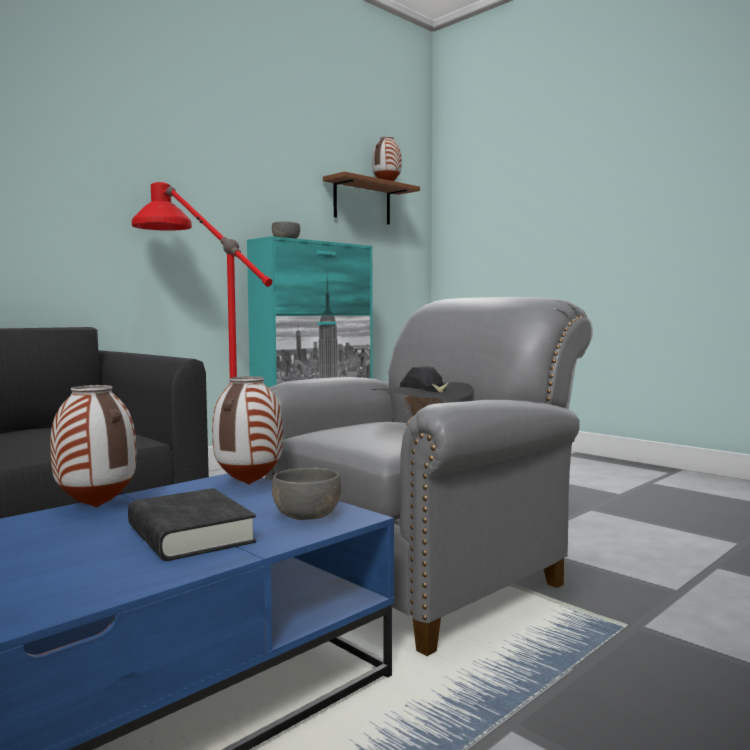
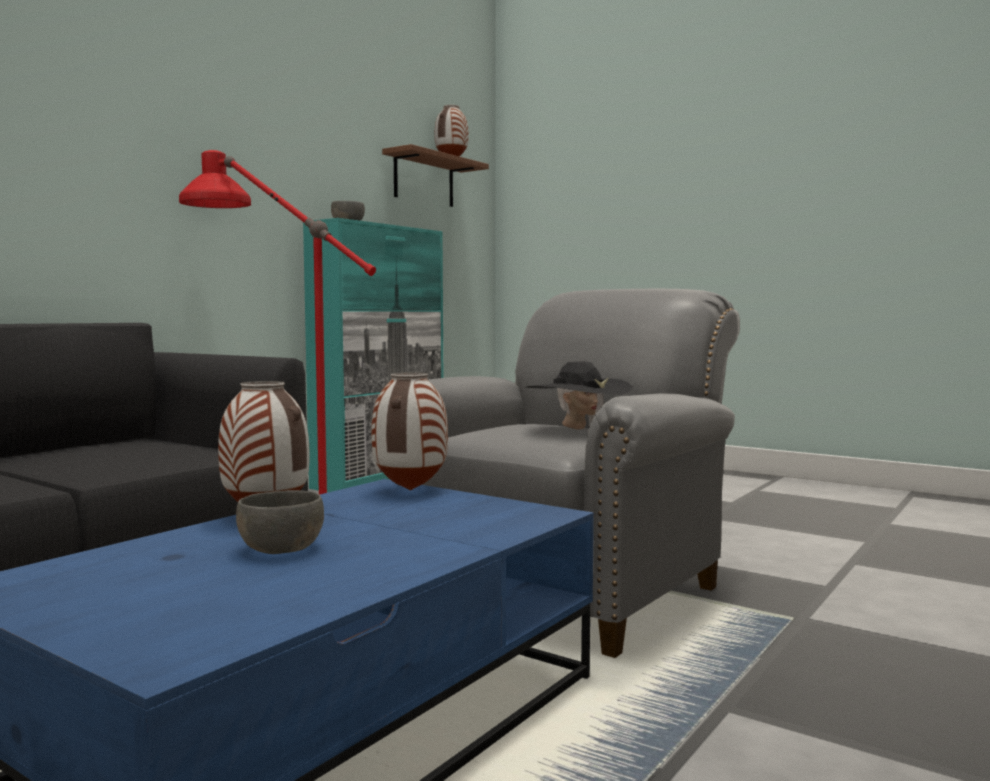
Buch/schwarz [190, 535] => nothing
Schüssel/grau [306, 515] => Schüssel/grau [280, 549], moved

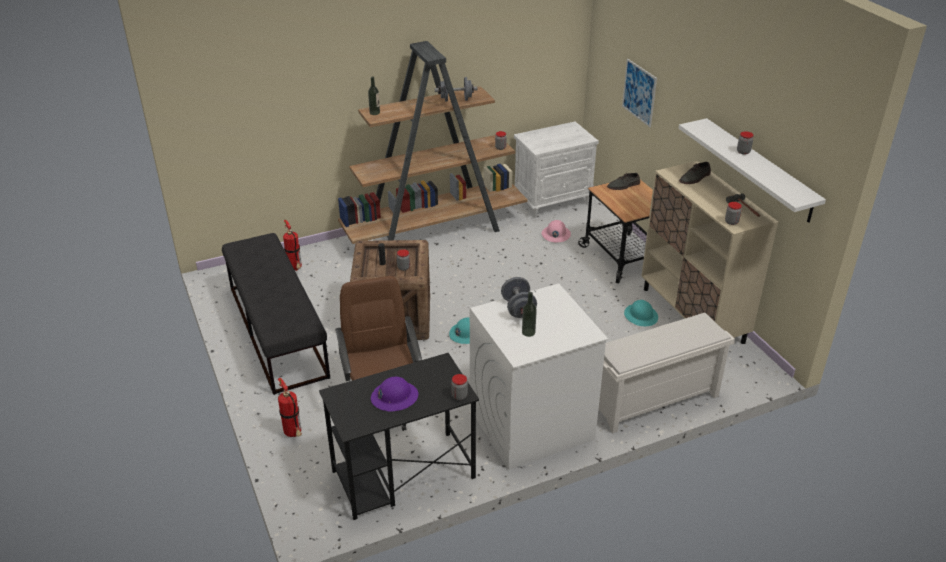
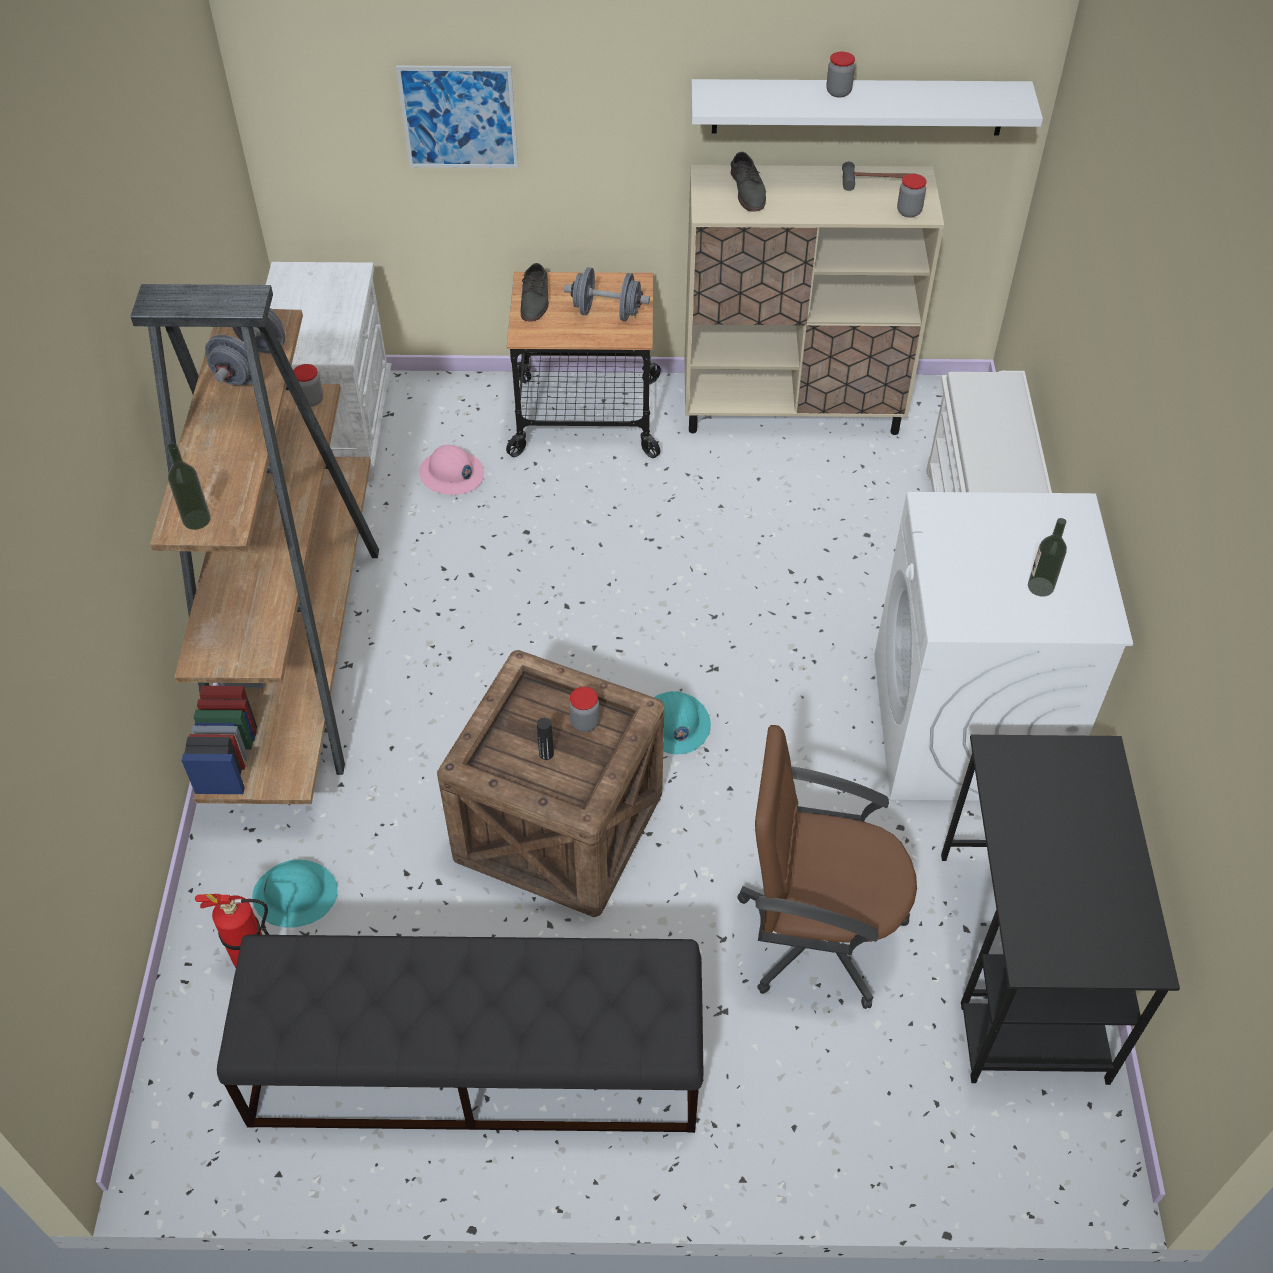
Feuerlöscher [294, 434] => nothing
Schutzhelm/lila [394, 397] => nothing
Vorratsglas [459, 396] => nothing
Hantel/grau [518, 309] => Hantel/grau [607, 312], moved
Schutzhelm/türkis [641, 316] => Schutzhelm/türkis [295, 894], moved

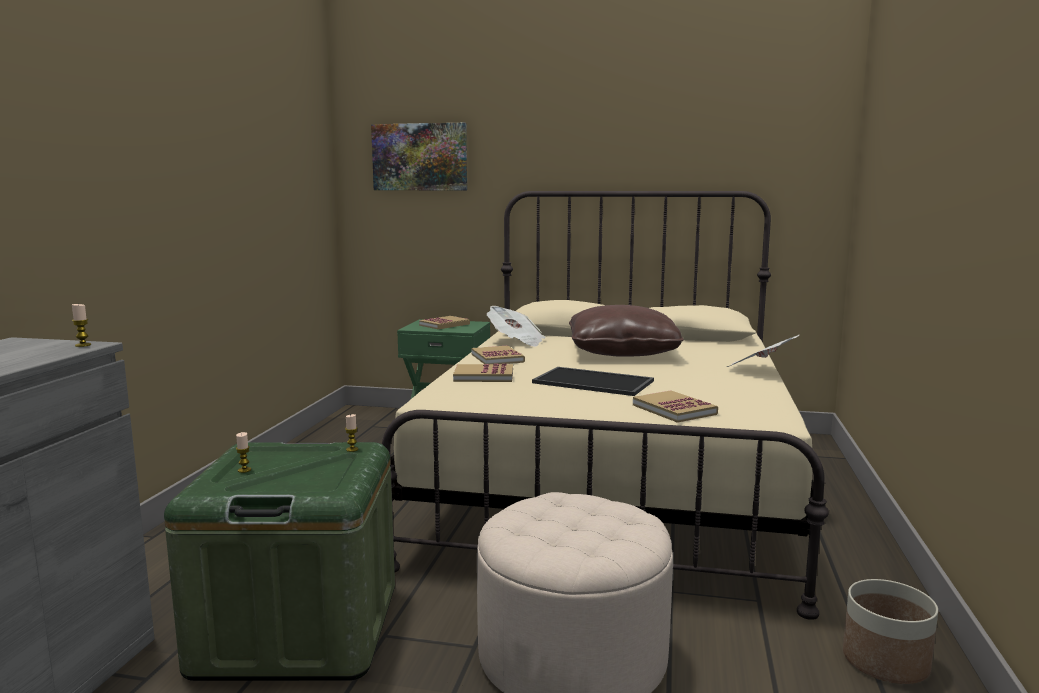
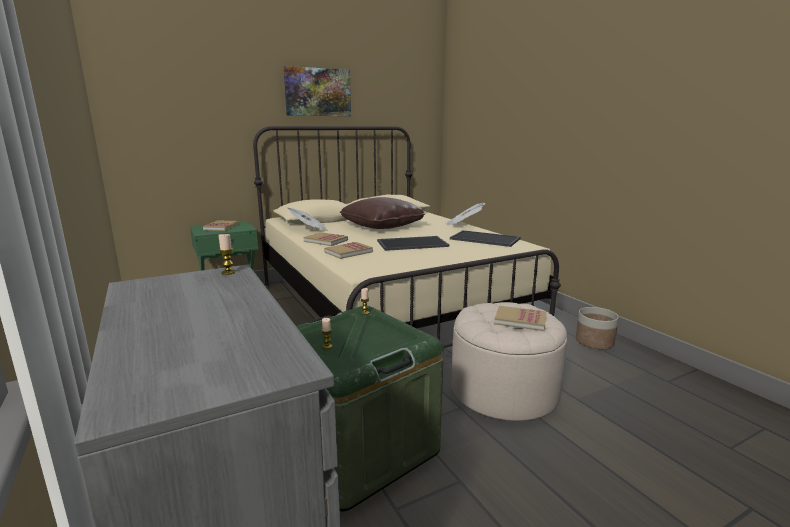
Bild [420, 157] => Bild [318, 92], moved
Buch [674, 409] => Buch [520, 320], moved
nothing => Tablett [484, 239]

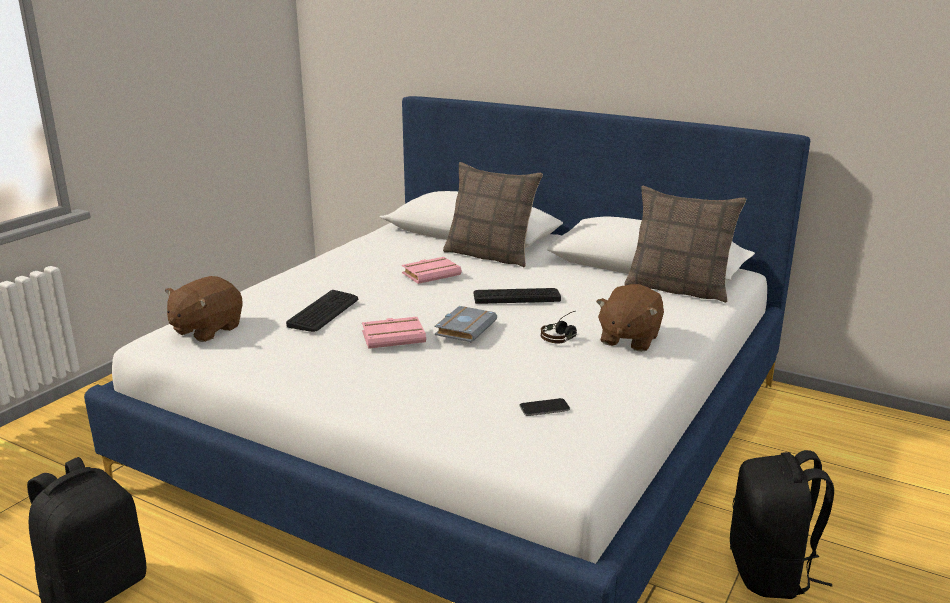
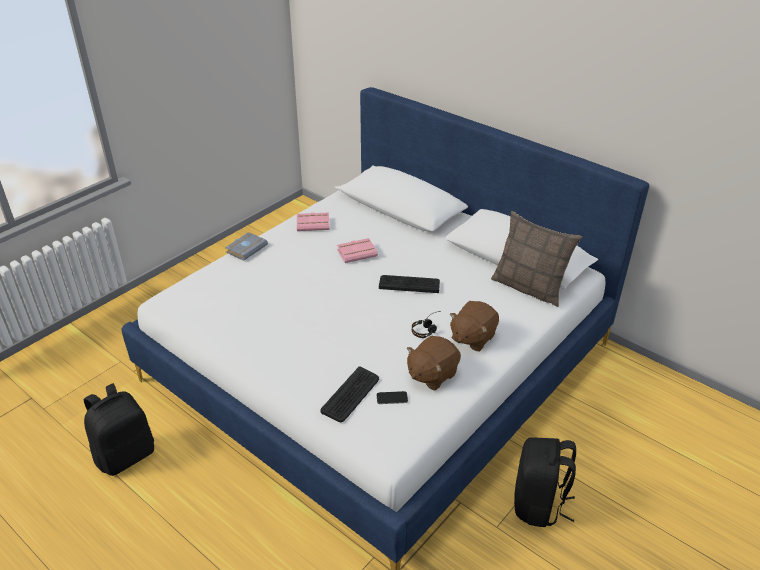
Plüschtier/braun [206, 330] => Plüschtier/braun [431, 374], moved
Tastatur [324, 312] => Tastatur [351, 395], moved
Buch/rosa [394, 337] => Buch/rosa [314, 224], moved
Buch/grau [464, 328] => Buch/grau [246, 248], moved
Kissen [490, 255] => nothing

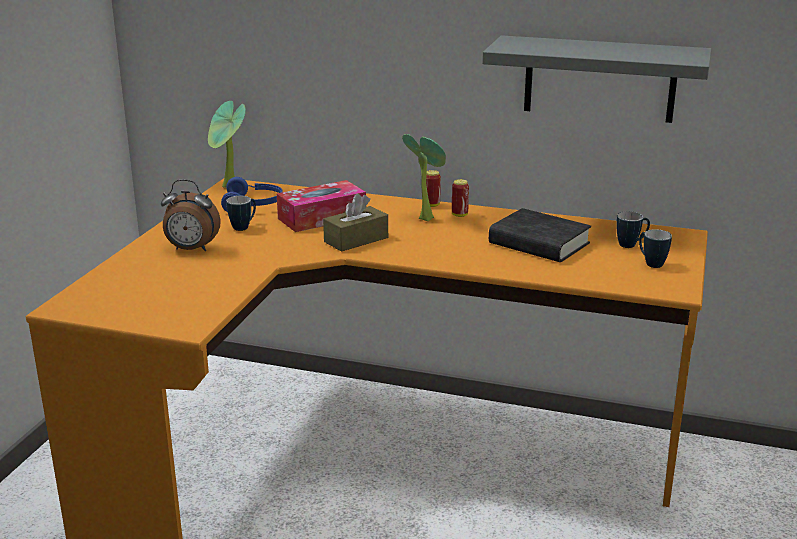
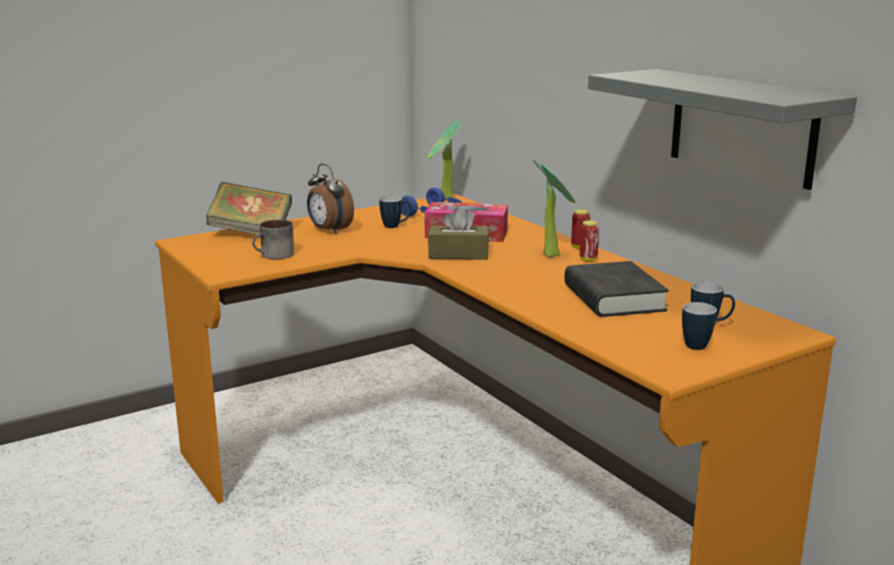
nothing => Buch [251, 233]
nothing => Henkelbecher [274, 255]

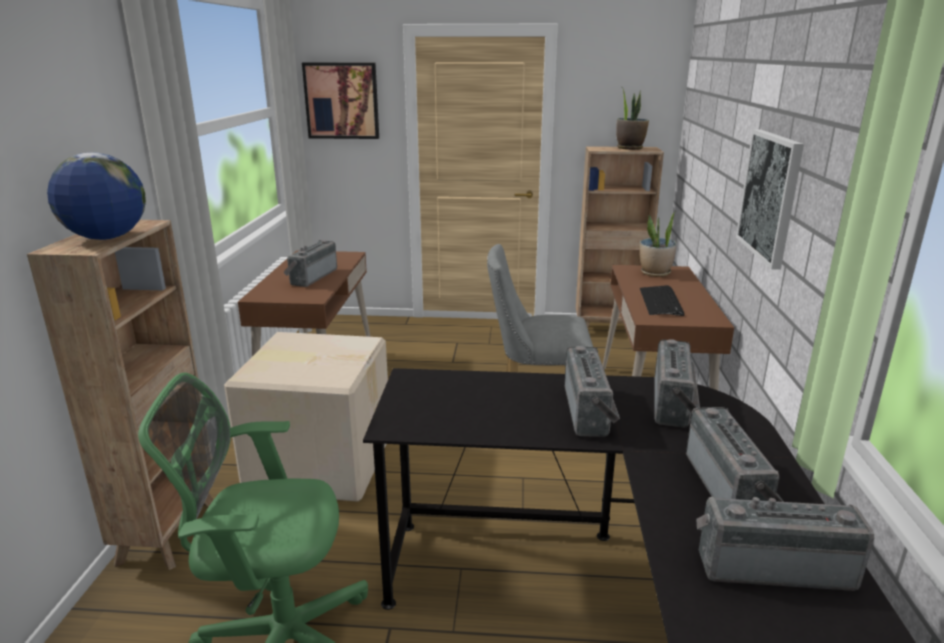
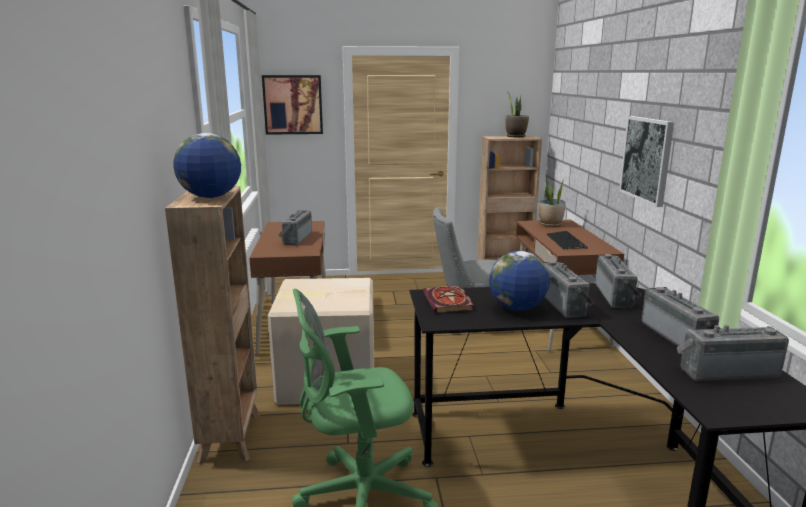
nothing => Buch [449, 302]
nothing => Globus [517, 308]

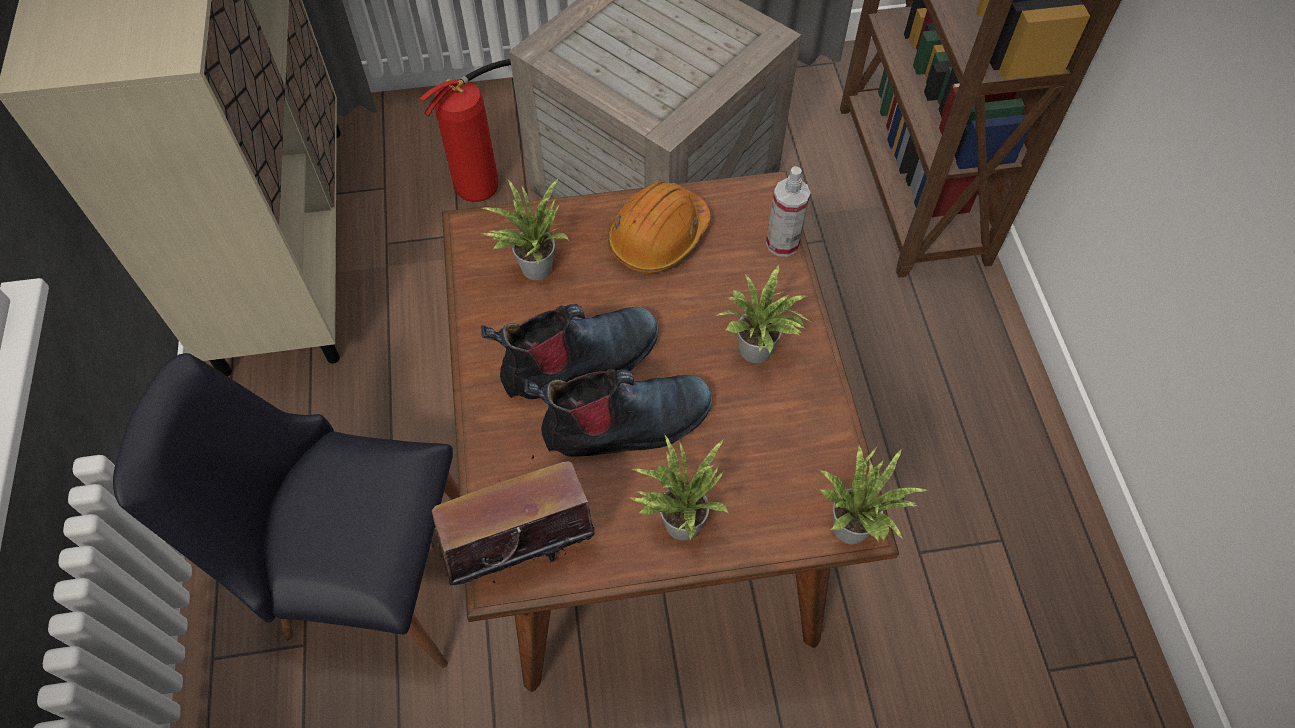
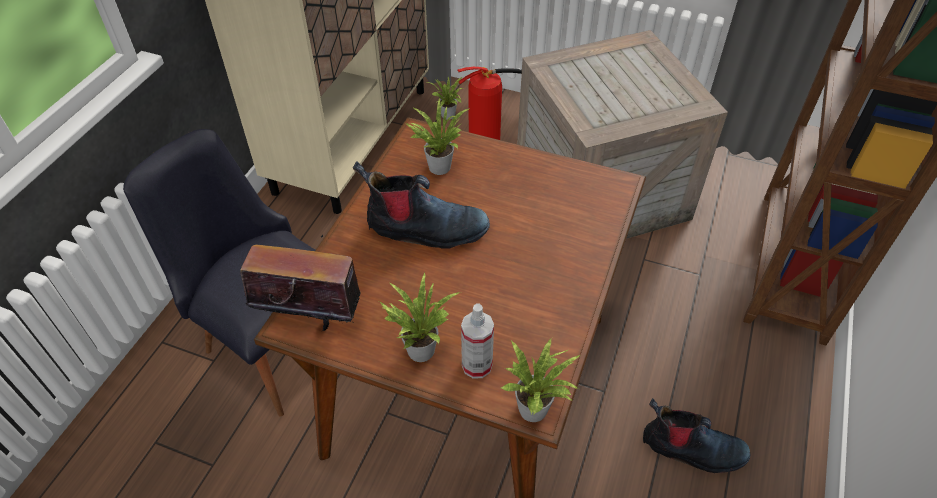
Stiefel [625, 425] => Stiefel [691, 449], moved
Schutzhelm/orange [658, 238] => nothing
Topfpflanze [758, 353] => Topfpflanze [448, 116], moved
Sprühflasche [782, 243] => Sprühflasche [477, 365], moved

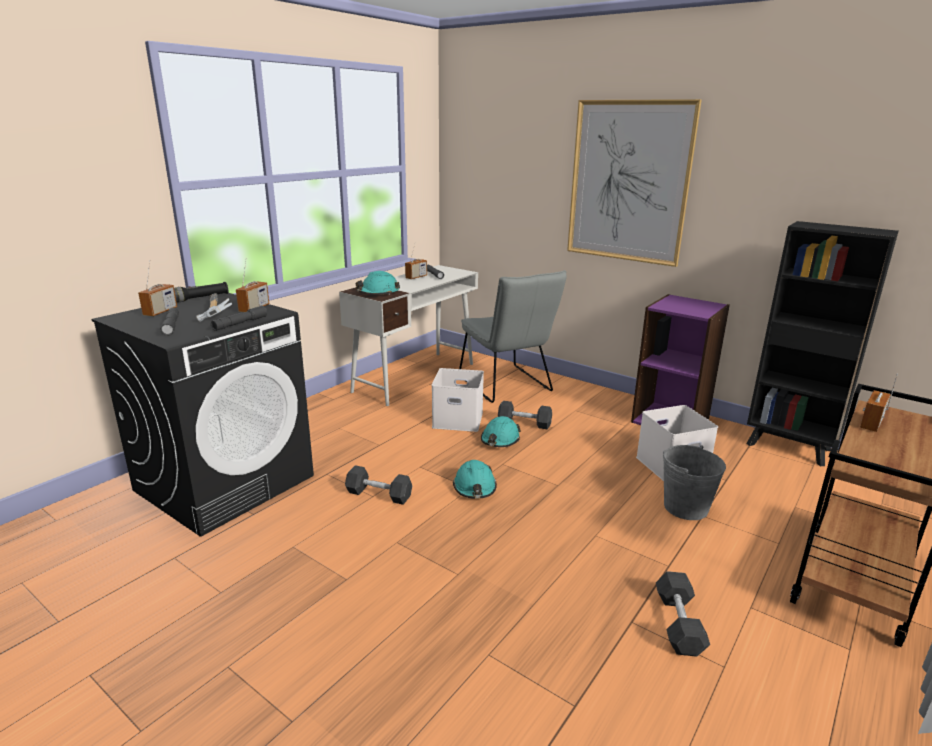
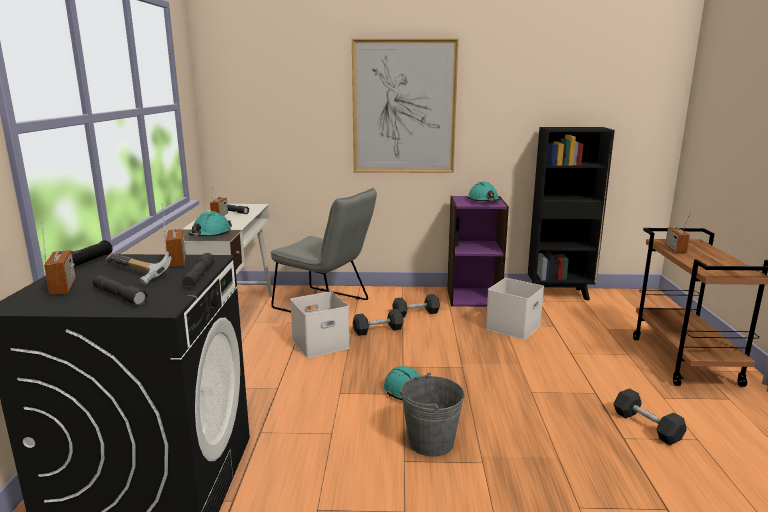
Hantel/grau [379, 495] => Hantel/grau [416, 313], moved
Schutzhelm/türkis [500, 440] => Schutzhelm/türkis [483, 201], moved
Eimer/grau [685, 507] => Eimer/grau [431, 442], moved

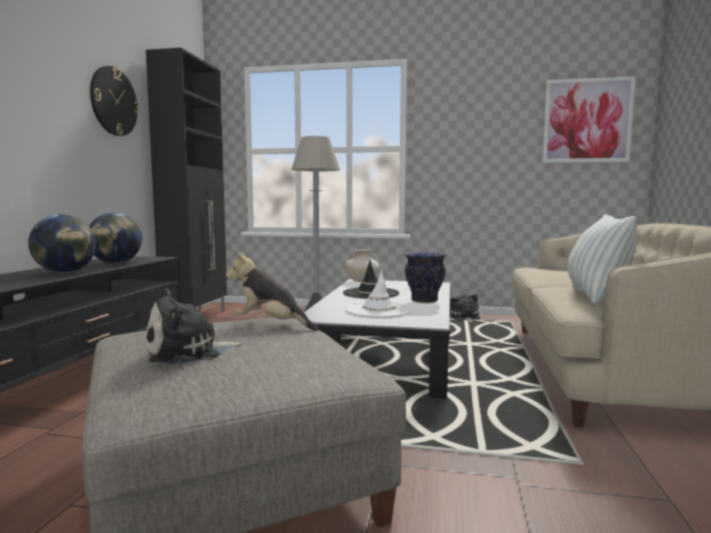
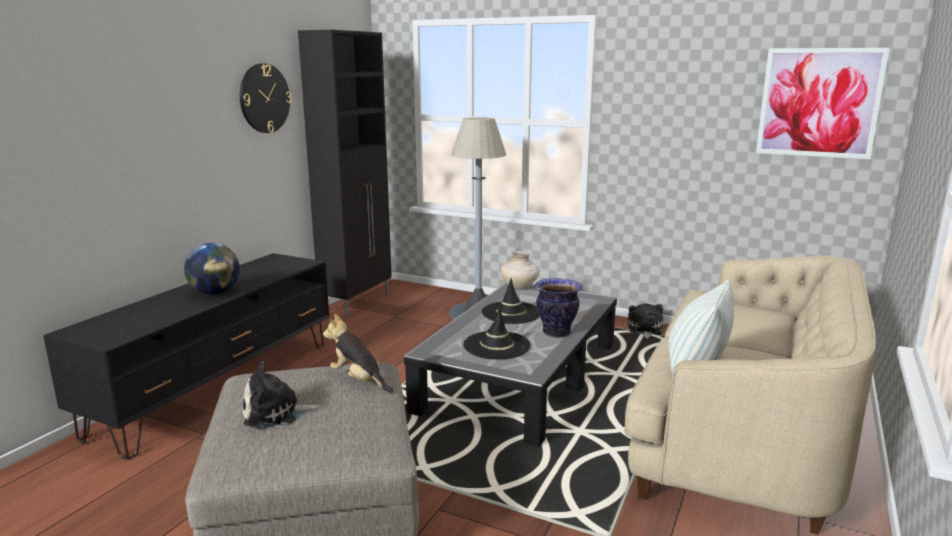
Globus [116, 263] => nothing
Hut/weiß [378, 310] => Hut/schwarz [496, 345]

